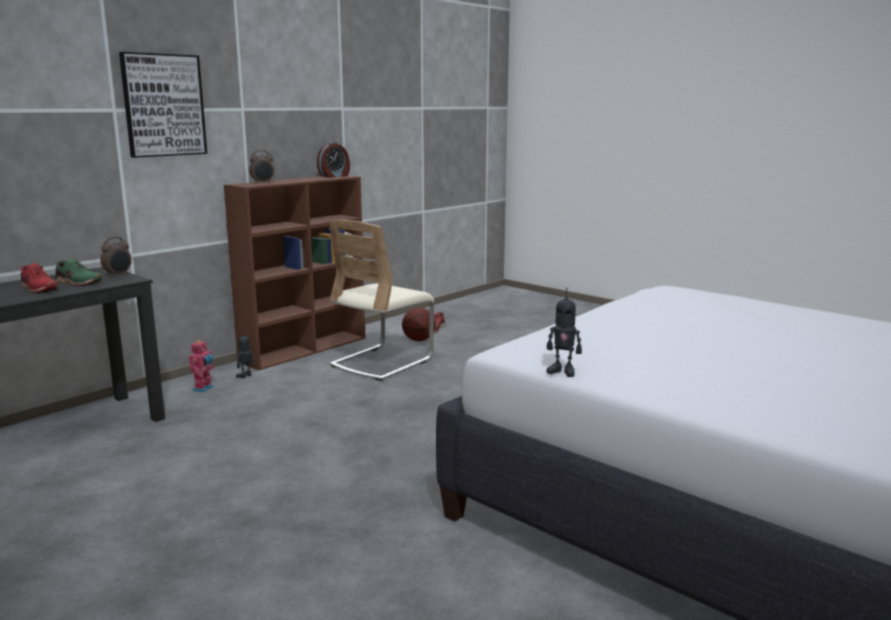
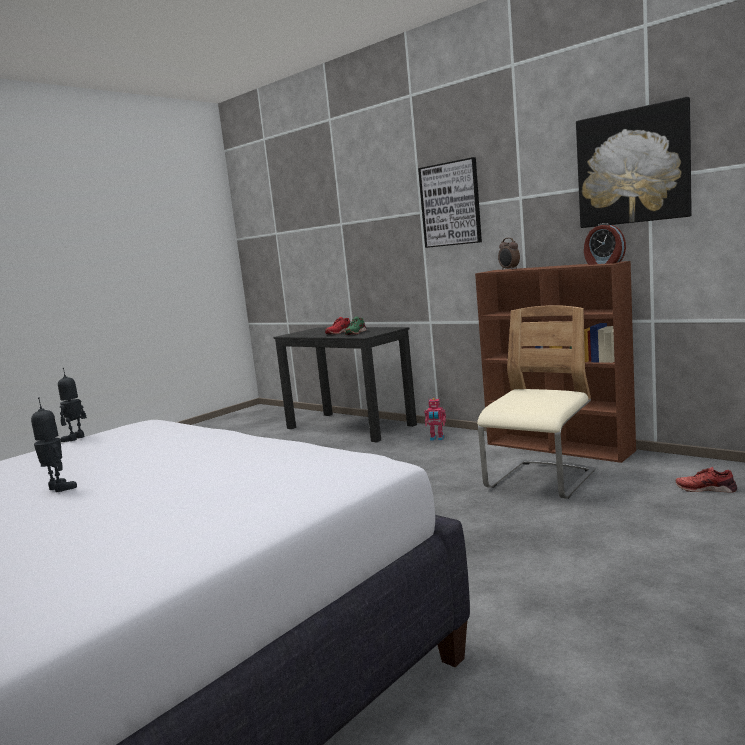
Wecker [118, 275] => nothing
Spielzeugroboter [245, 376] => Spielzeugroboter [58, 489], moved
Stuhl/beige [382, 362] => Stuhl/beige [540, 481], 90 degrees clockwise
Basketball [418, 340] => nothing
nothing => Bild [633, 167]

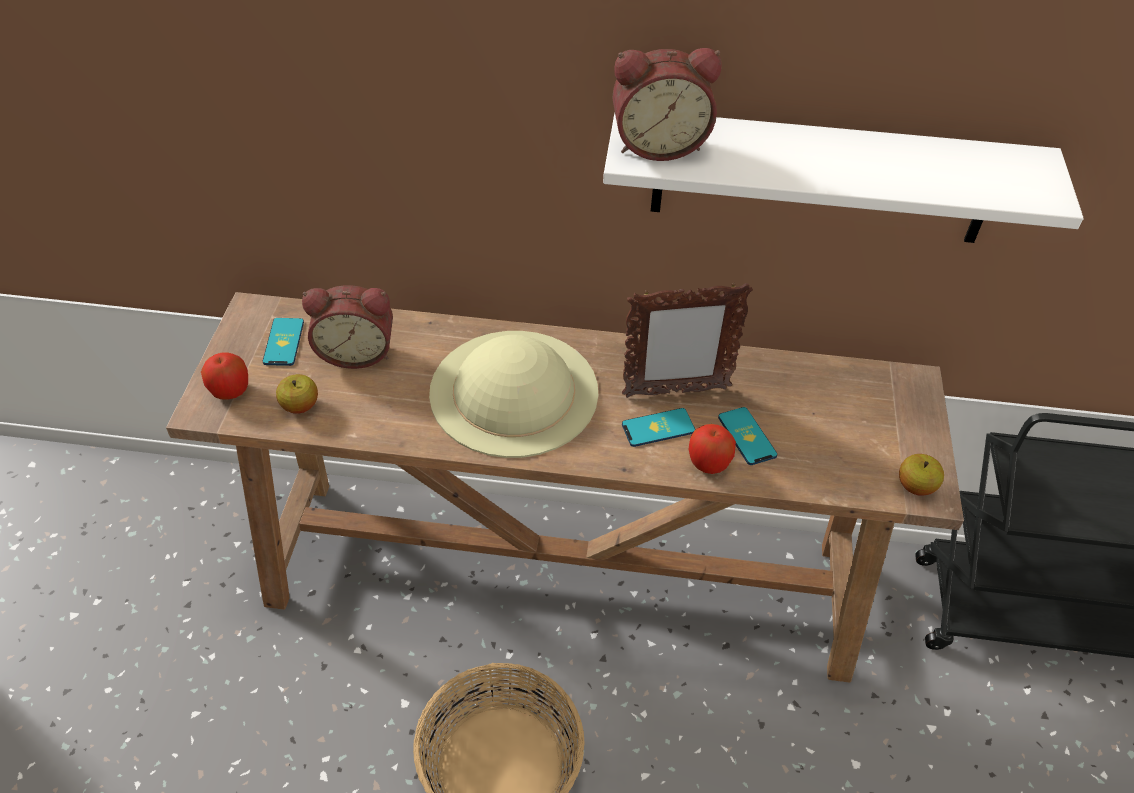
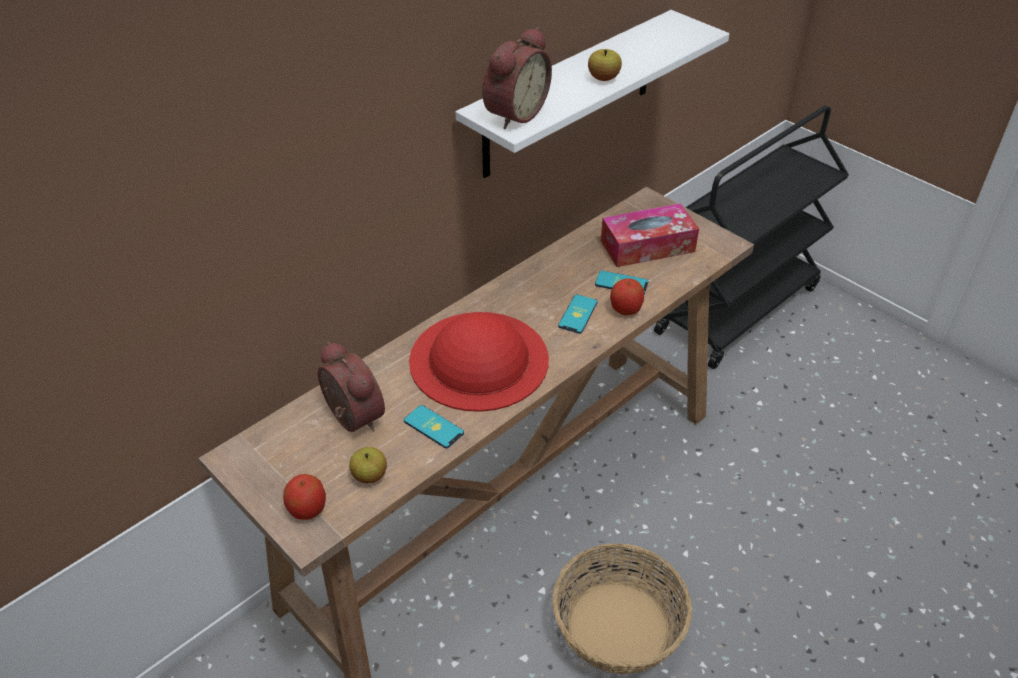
Handy [283, 342] => Handy [433, 427], moved
Wecker [357, 351] => Wecker [350, 418], 75 degrees counterclockwise
Hut/beige [514, 392] => Hut/rot [479, 359]
Bilderrahmen [675, 392] => nothing
Apfel [915, 486] => Apfel [603, 78], moved
nothing => Taschentuchbox [647, 246]

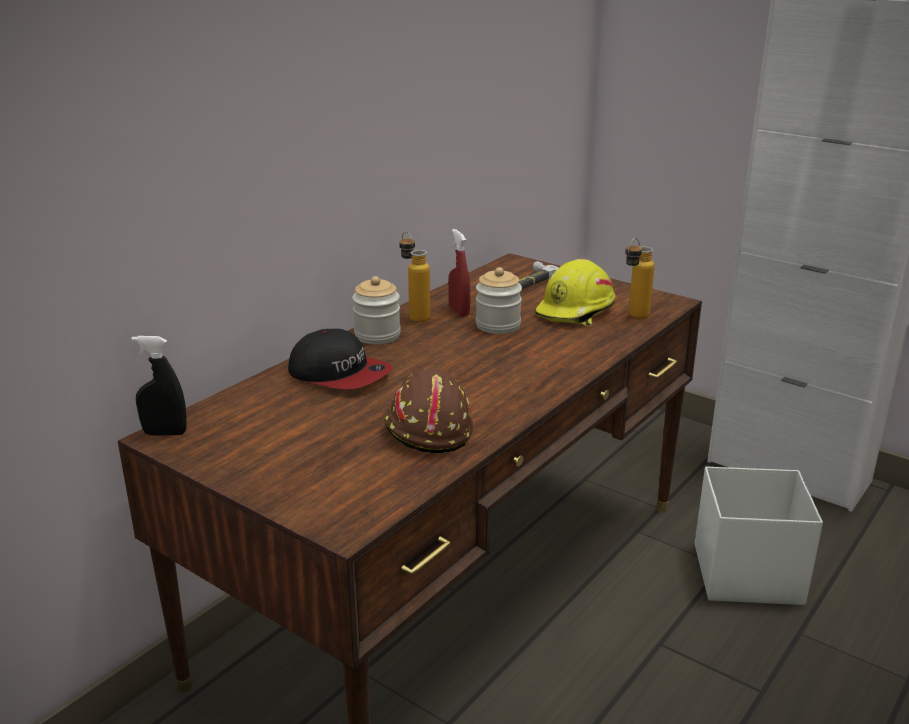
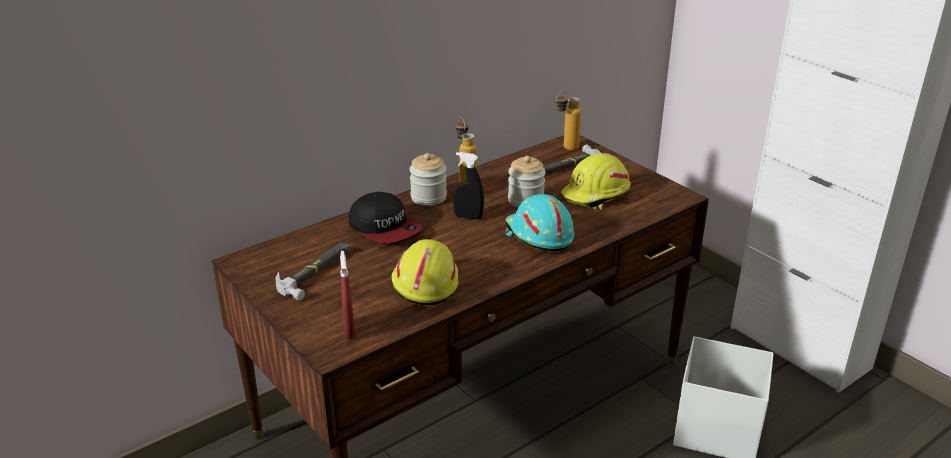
Sprühflasche/schwarz [165, 433] => Sprühflasche/schwarz [468, 217], moved
Schutzhelm/braun [426, 428] => Schutzhelm/gelb [425, 283]
Sprühflasche/rot [459, 311] => Sprühflasche/rot [349, 330], moved
Flasche [633, 317] => Flasche [565, 149], moved
nothing => Hammer [316, 272]
nothing => Schutzhelm/türkis [538, 236]

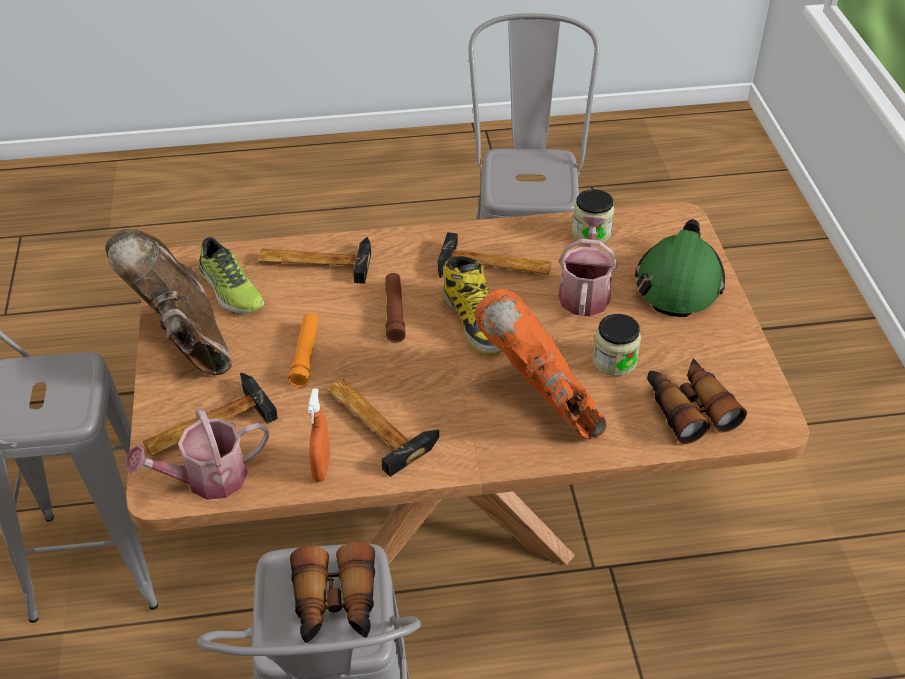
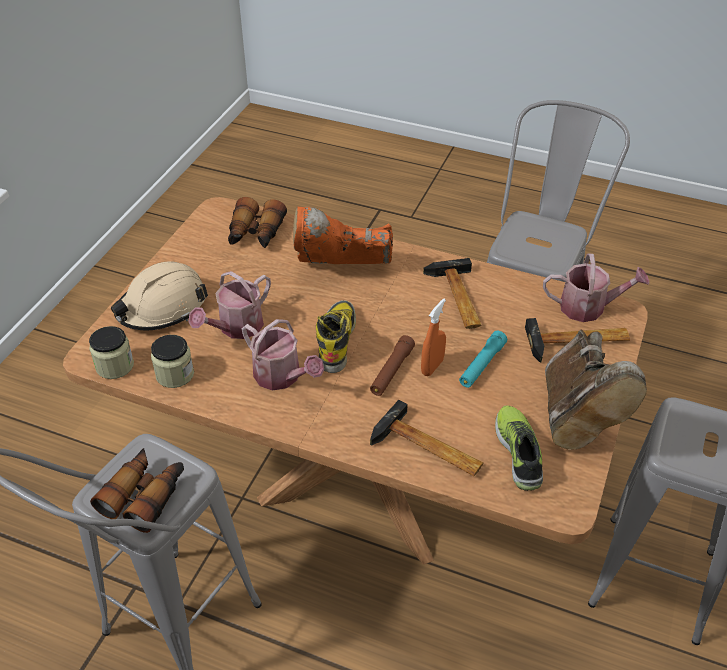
Taschenlampe/orange [305, 355] => Taschenlampe/türkis [482, 365]
Fernglas [335, 605] => Fernglas [145, 495], moved
Sprühflasche/orange [321, 468] => Sprühflasche/orange [432, 367], moved
Hammer [494, 268] => Gießkanne [282, 377]
Stiefel/orange [541, 402] => Stiefel/orange [340, 270], 90 degrees clockwise
Vorratsglas [614, 361] => Vorratsglas [115, 366], moved
Schutzhelm/grün [678, 282] => Schutzhelm/beige [162, 307]

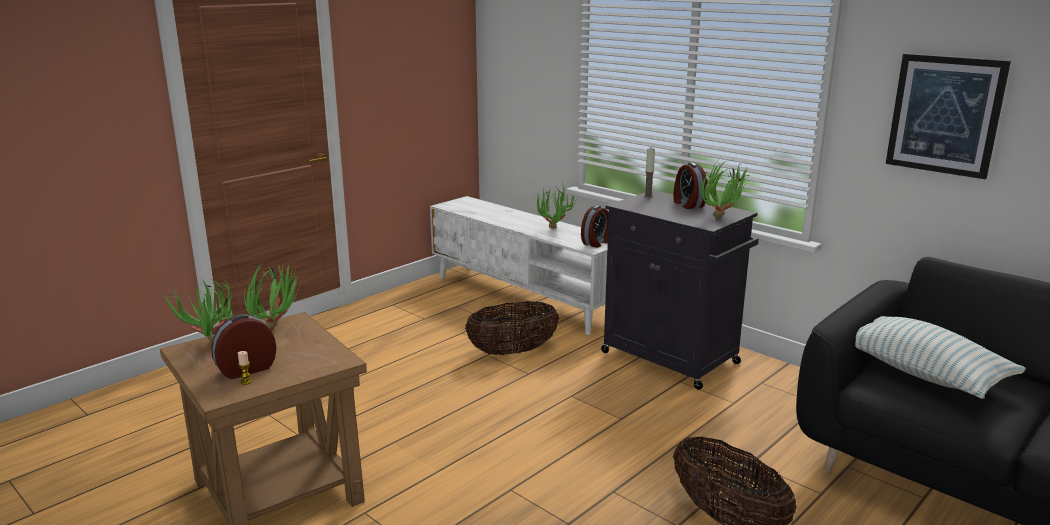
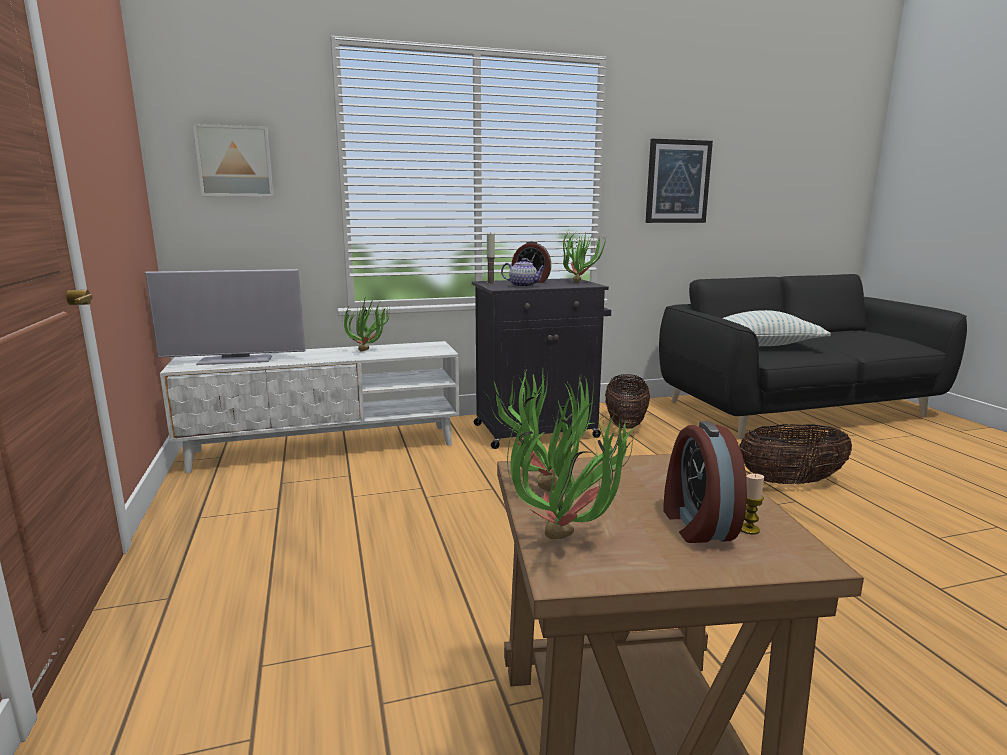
Korb [513, 352] => Korb [625, 424], moved
Wecker [597, 243] => nothing
nothing => Fernseher [235, 360]
nothing => Bild [235, 161]
nothing => Teekanne [524, 286]

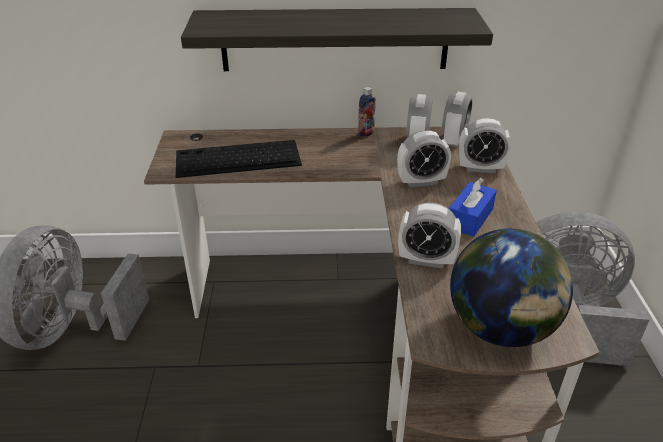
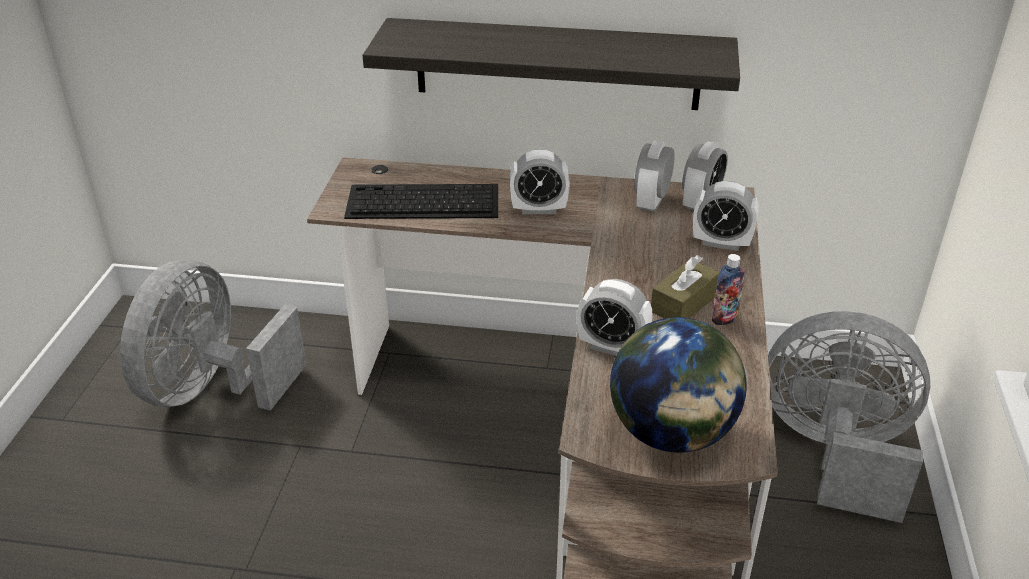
Flasche [366, 133] => Flasche [724, 319], moved
Wecker [421, 181] => Wecker [539, 209], moved
Taschentuchbox/blau [470, 218] => Taschentuchbox/braun [683, 303]

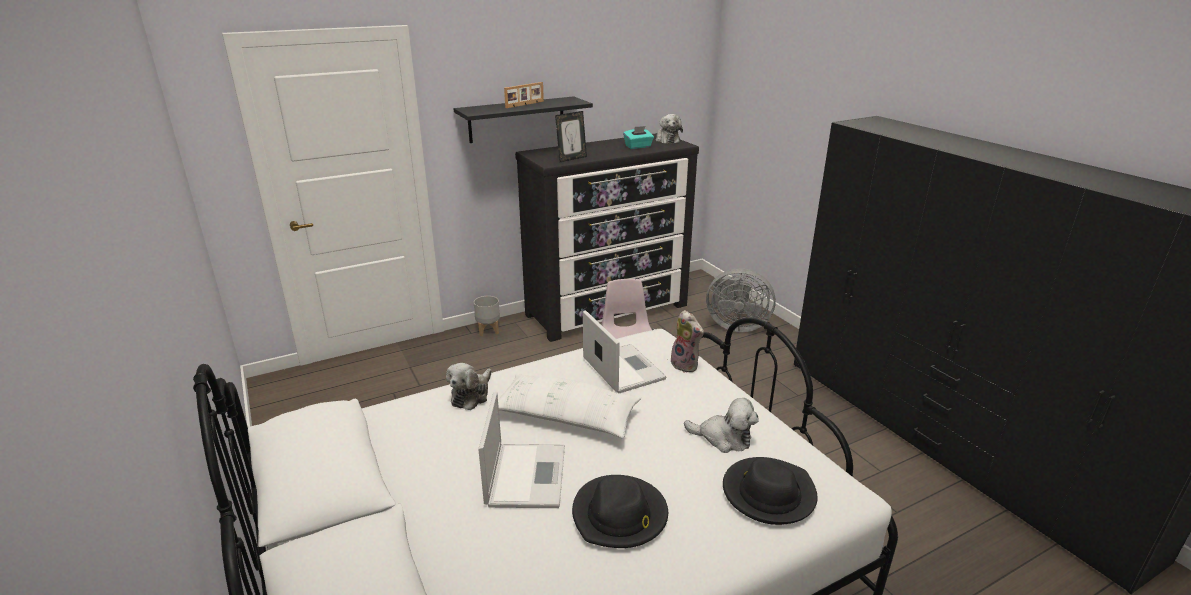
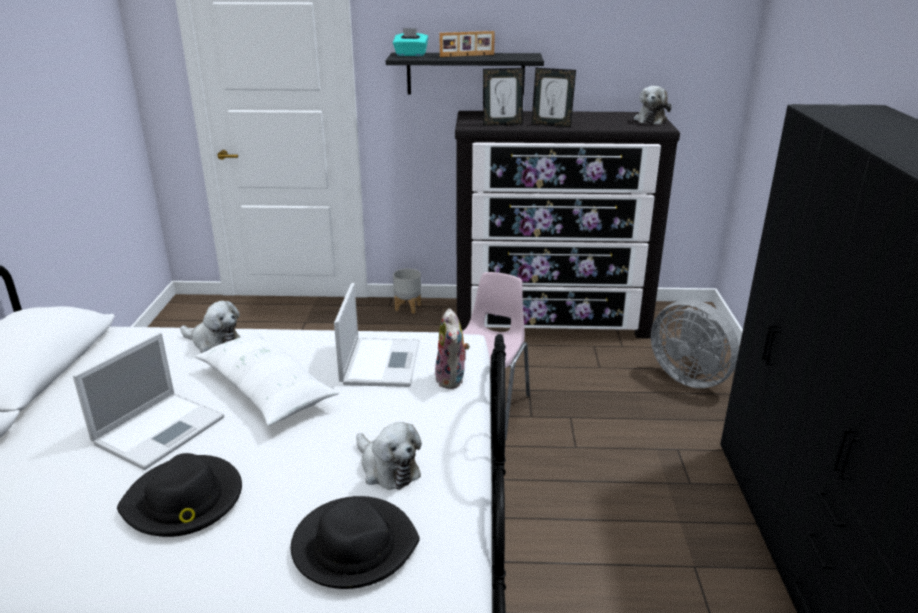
Plüschtier [471, 395] => Plüschtier [214, 342], 120 degrees counterclockwise
Taschentuchbox/türkis [638, 146] => Taschentuchbox/türkis [411, 55], moved
nothing => Bilderrahmen [551, 125]

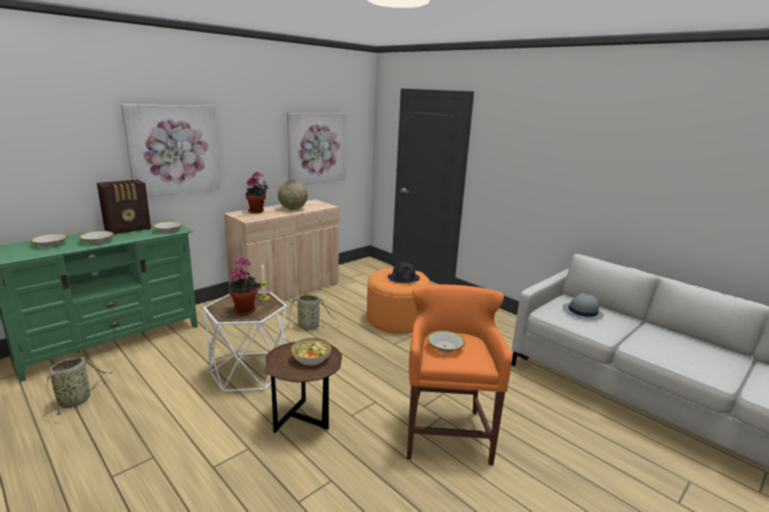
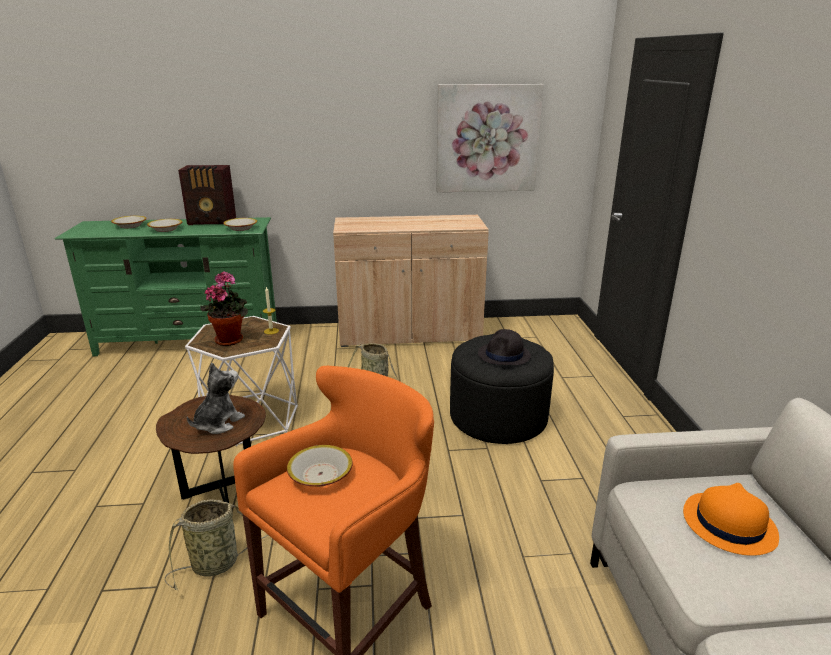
Korb [77, 400] => Korb [219, 563], moved
Bild [174, 150] => nothing
Topfpflanze [257, 211] => nothing
Globus [293, 209] => nothing
Schüssel [311, 358] => Plüschtier [218, 423]
Polsterhocker/orange [397, 319] => Polsterhocker/schwarz [498, 417]
Hut/grau [582, 312] => Hut/orange [728, 524]

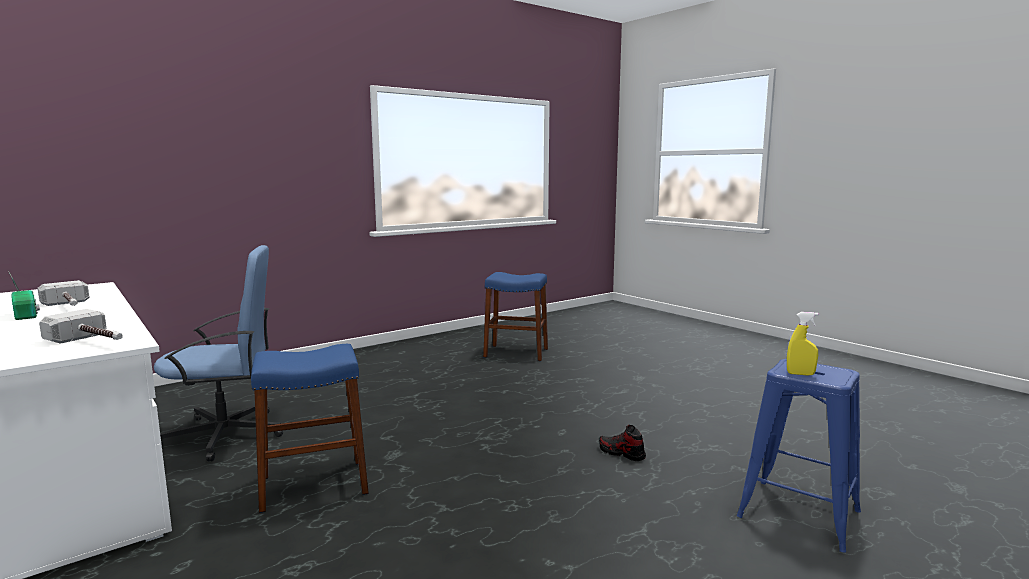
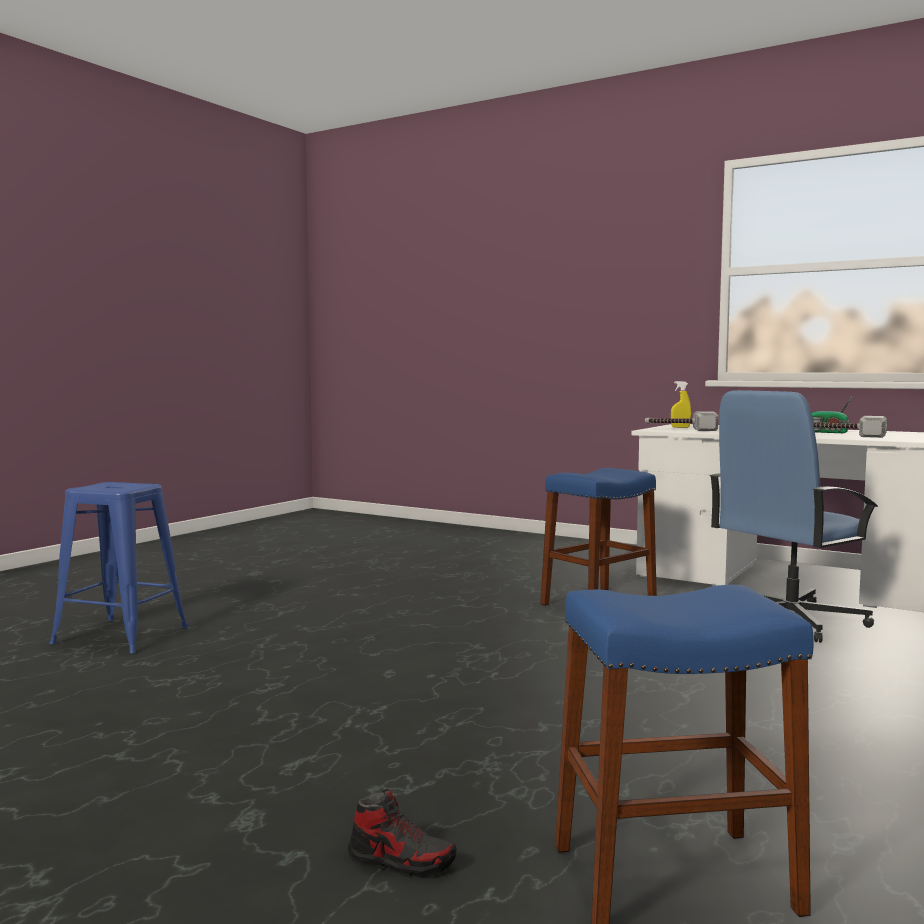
Schuh [621, 453] => Schuh [401, 861], moved
Sprühflasche/gelb [800, 374] => Sprühflasche/gelb [680, 427], moved

